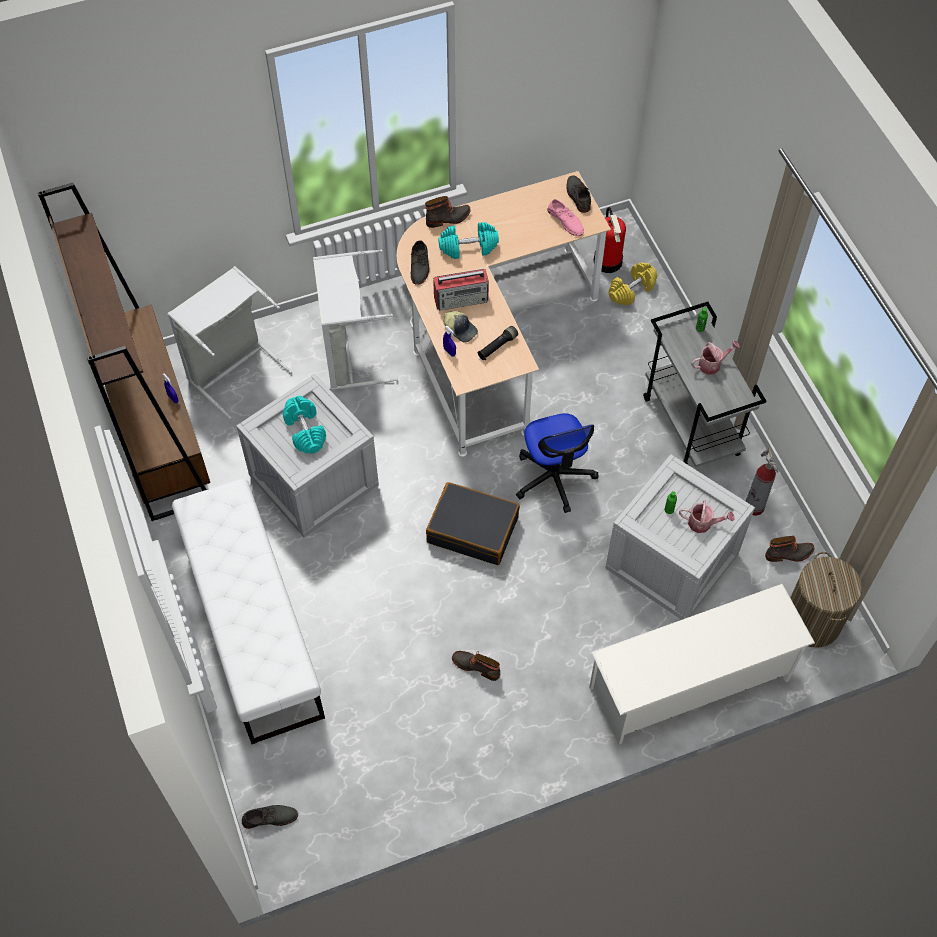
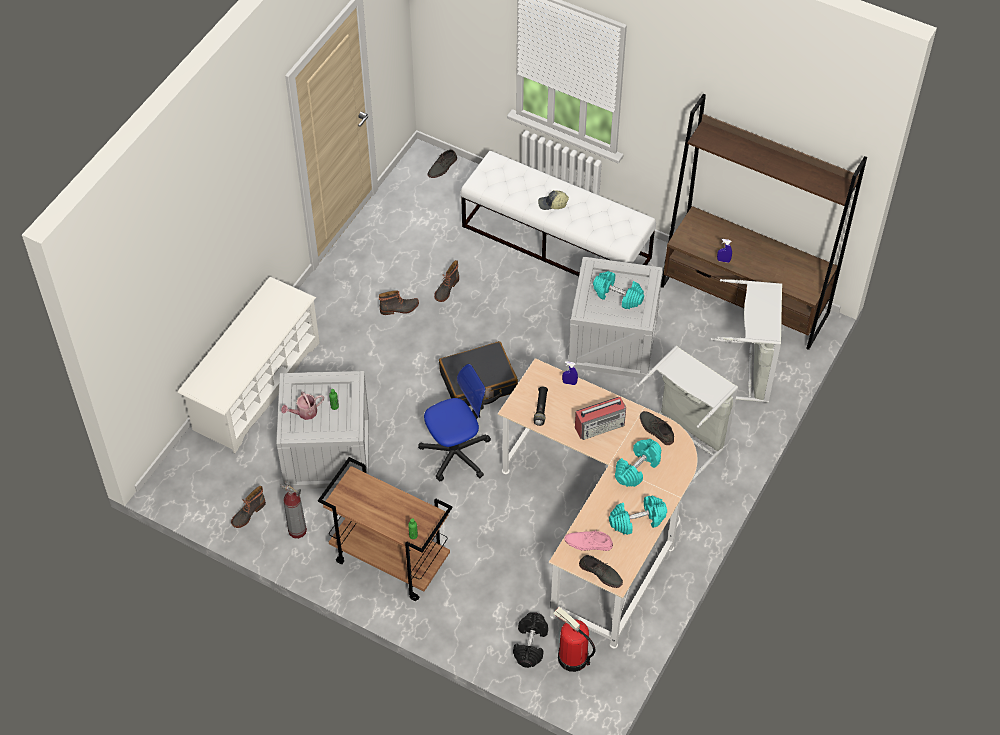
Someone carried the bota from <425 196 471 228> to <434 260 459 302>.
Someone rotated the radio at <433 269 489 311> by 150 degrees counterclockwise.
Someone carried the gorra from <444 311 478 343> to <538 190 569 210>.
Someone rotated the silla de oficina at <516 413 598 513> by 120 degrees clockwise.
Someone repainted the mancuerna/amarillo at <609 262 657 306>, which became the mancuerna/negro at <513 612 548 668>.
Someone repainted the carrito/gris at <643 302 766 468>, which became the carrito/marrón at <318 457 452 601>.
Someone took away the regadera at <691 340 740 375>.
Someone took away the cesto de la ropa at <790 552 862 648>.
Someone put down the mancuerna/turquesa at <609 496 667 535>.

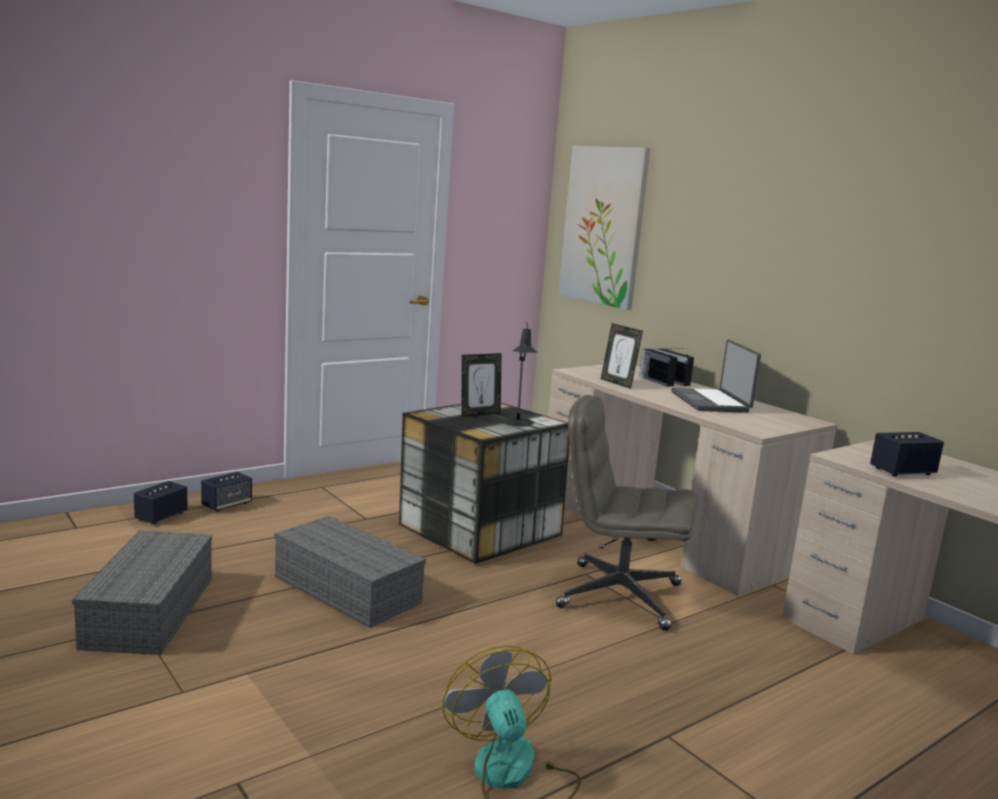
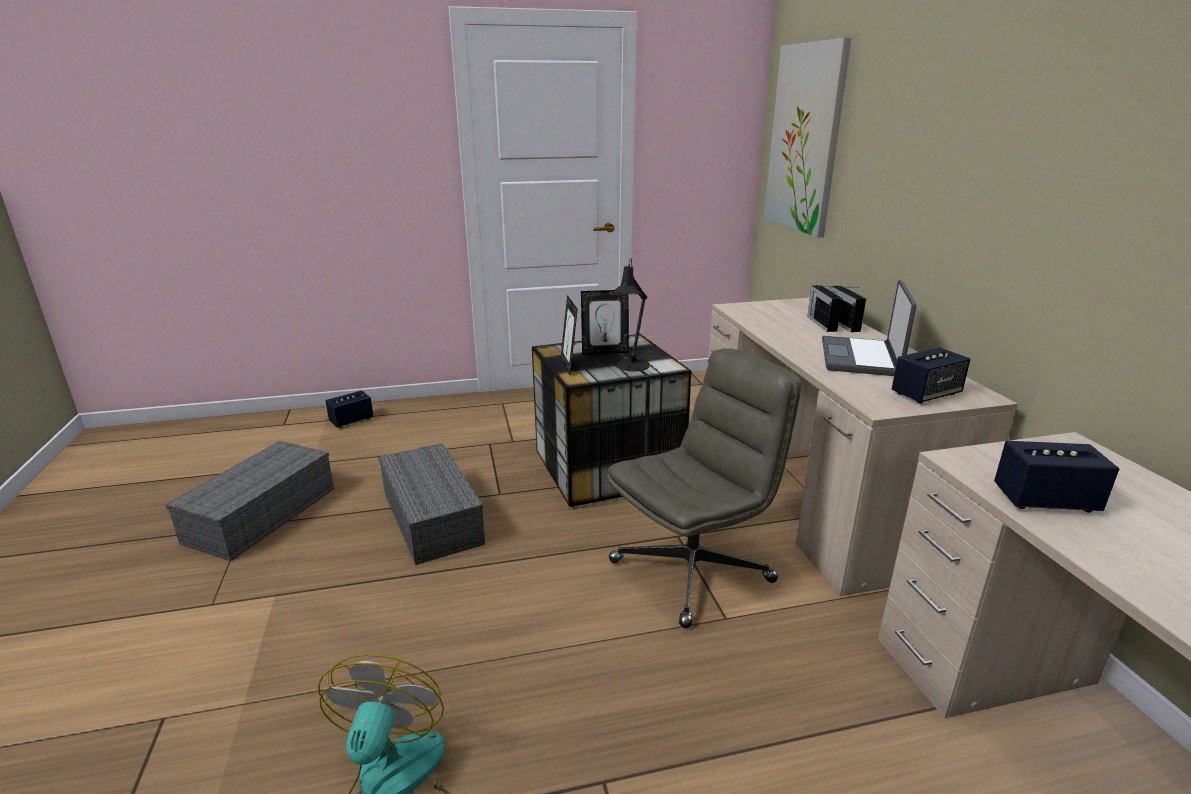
Someone carried the altavoz from <201 472 252 512> to <892 347 970 404>.
Someone rotated the silla de oficina/gris at <556 395 698 631> by 105 degrees clockwise.
Someone carried the portarretratos from <601 323 643 389> to <561 295 578 375>.

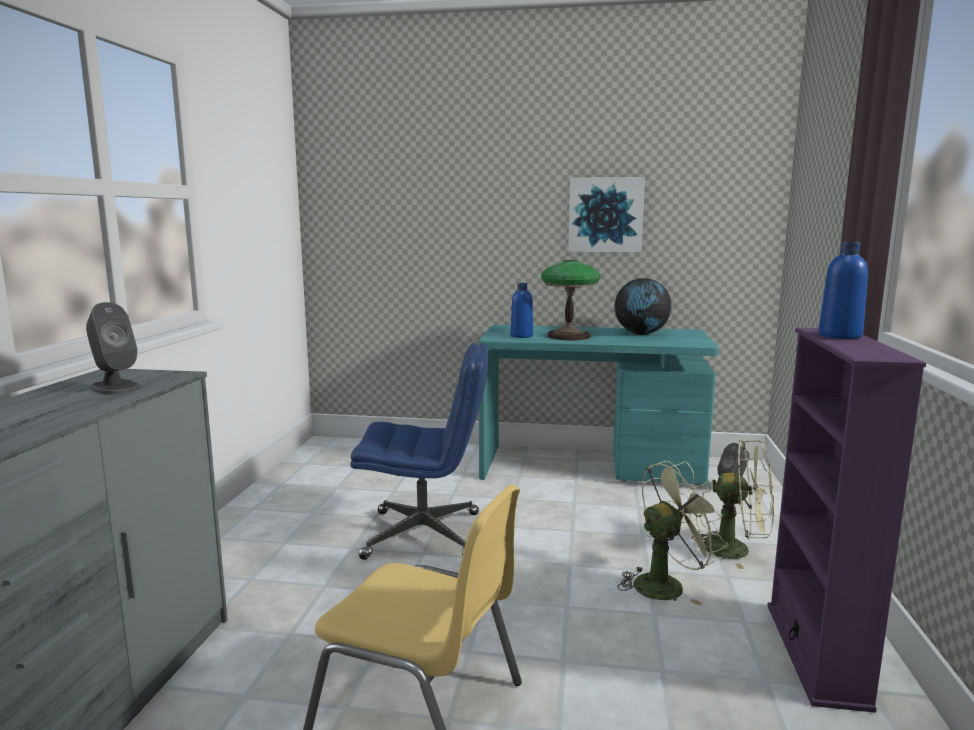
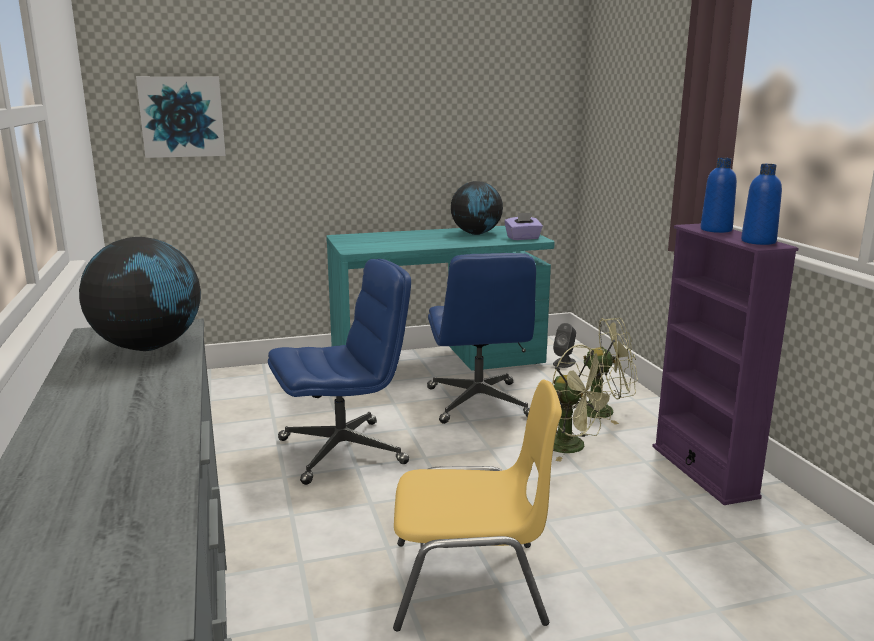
Someone swapped the altavoz/gris at <86 302 141 395> for the globo terráqueo at <79 237 201 351>.
Someone carried the botella/azul from <510 283 533 338> to <741 164 782 245>.
Someone took away the lámpara de mesa at <541 260 600 341>.
Someone carried the cuadro from <568 177 645 252> to <136 76 226 158>.
Someone rotated the ventilador/verde at <617 461 727 606> by 90 degrees clockwise.
Someone put down the silla de oficina/azul at <427 253 536 424>.
Someone put down the caja de pañuelos/morado at <505 213 543 240>.

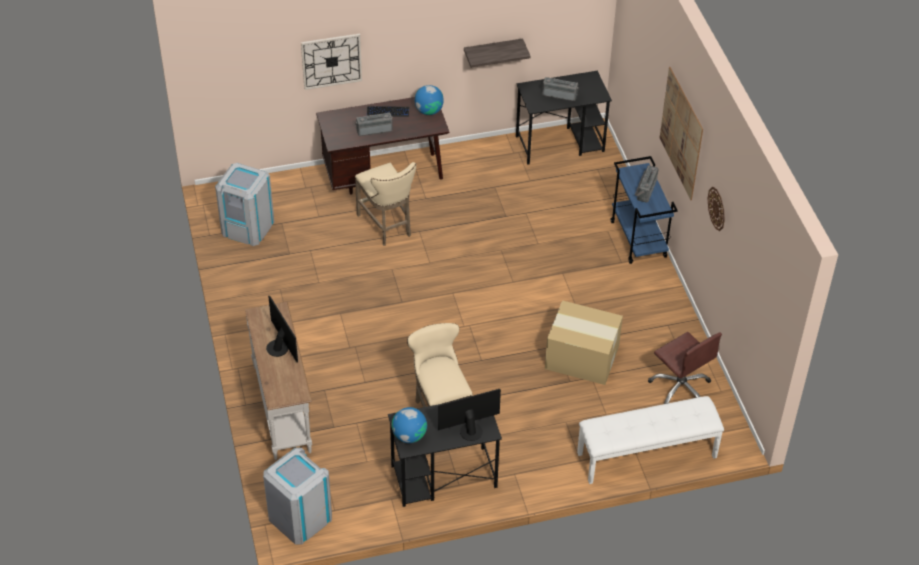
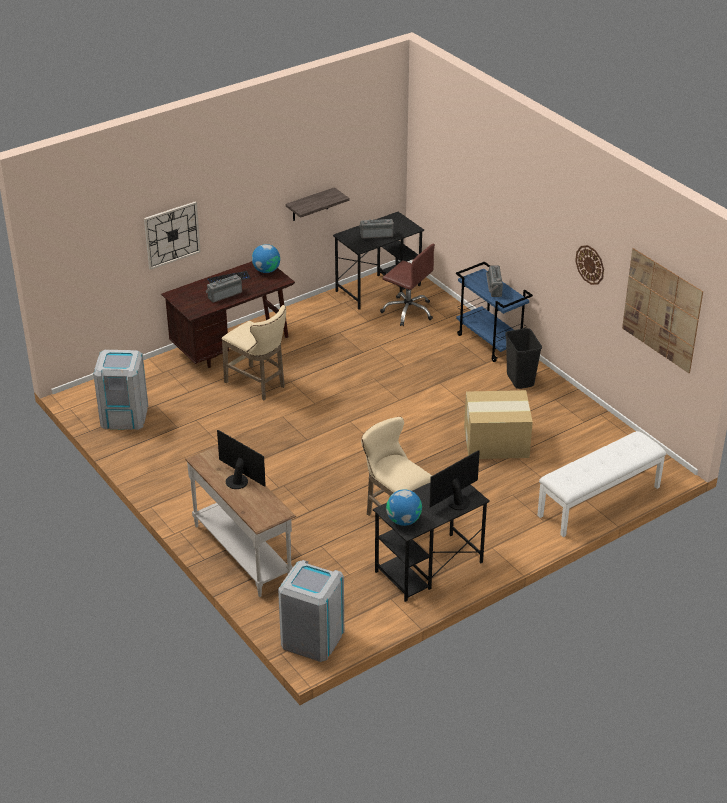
Someone carried the silla de oficina/marrón from <648 332 722 404> to <380 244 435 326>.
Someone carried the cuadro from <660 67 703 200> to <622 248 703 373>.
Someone put down the papelera/negro at <505 328 542 389>.

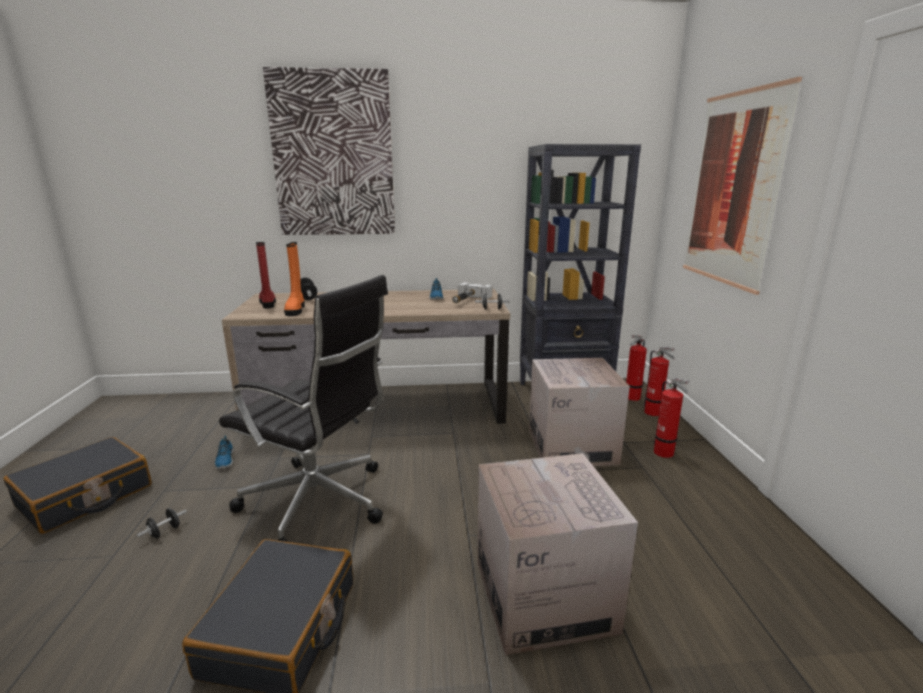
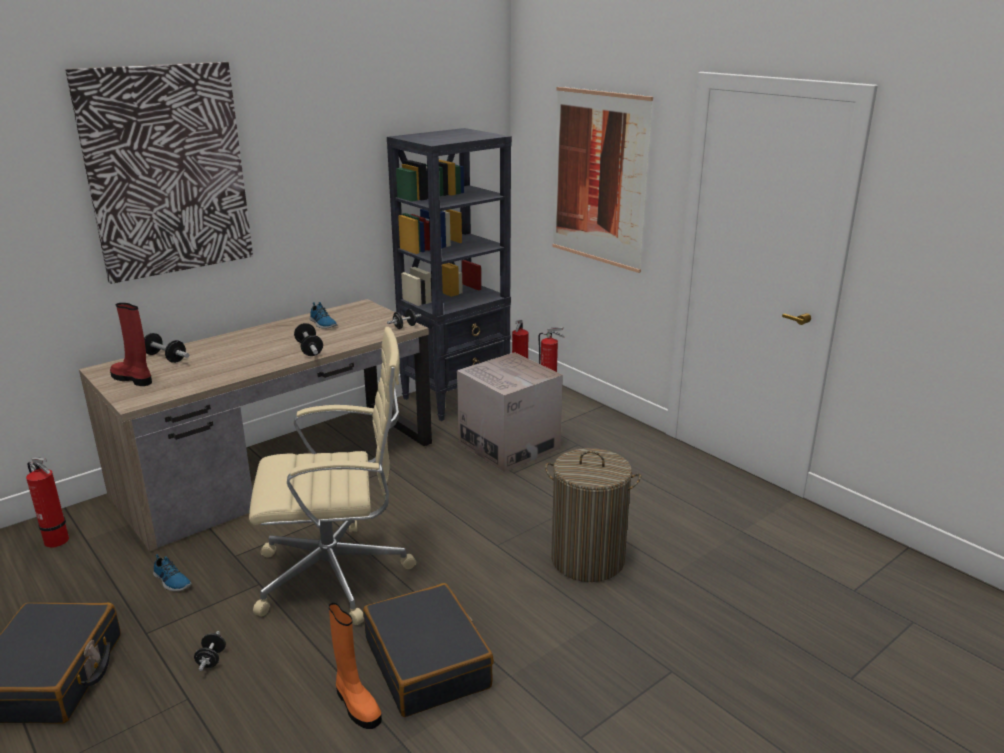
Someone repainted the silla de oficina/negro at <219 275 388 542>, which became the silla de oficina/beis at <249 327 416 625>.
Someone carried the bota/naranja from <284 242 305 316> to <329 603 382 729>.
Someone took away the martillo at <452 282 492 303>.
Someone swapped the caja de cartón at <477 453 638 655> for the cesto de la ropa at <545 448 641 582>.
Someone carried the extintor from <654 378 689 458> to <26 457 69 548>.
Someone put down the mancuerna at <294 323 323 356>.

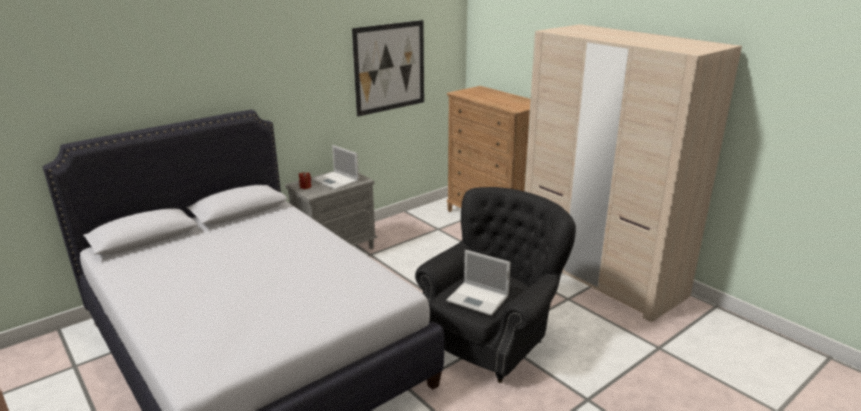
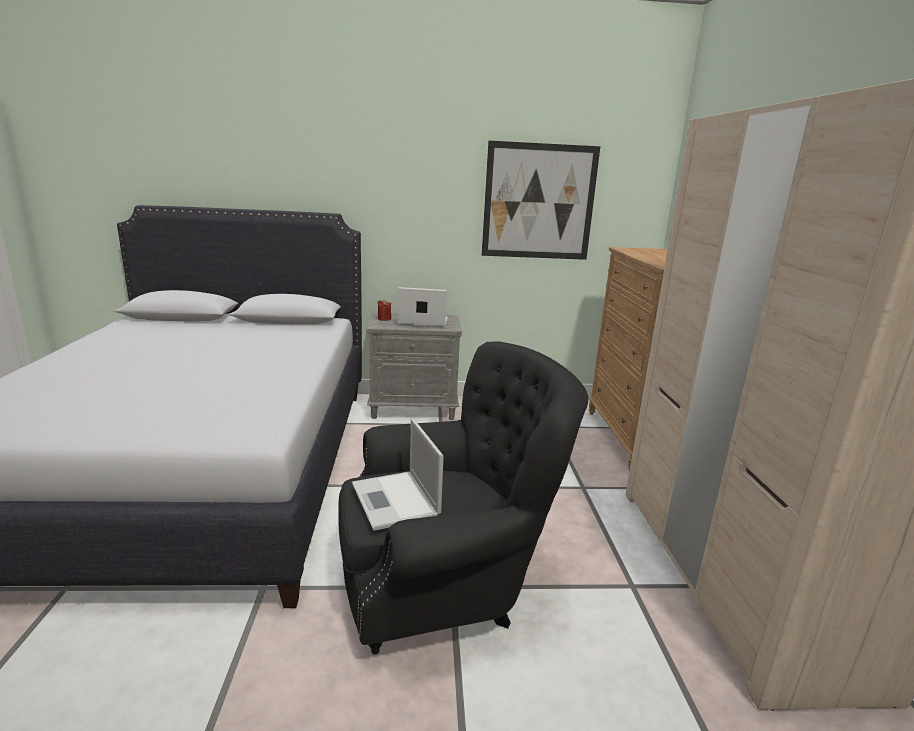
Someone rotated the portátil at <312 145 359 190> by 105 degrees clockwise.

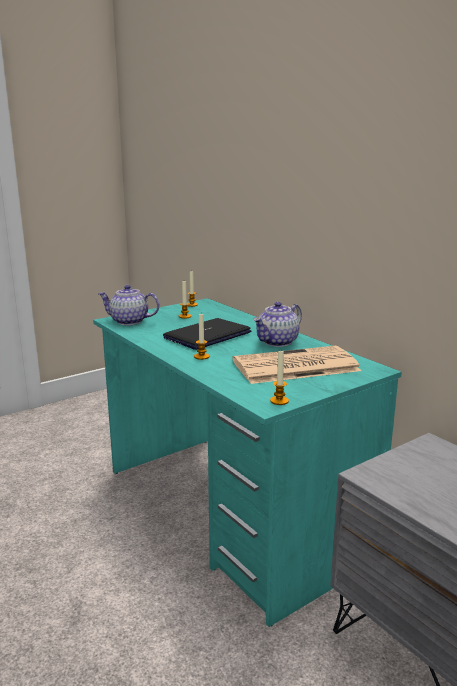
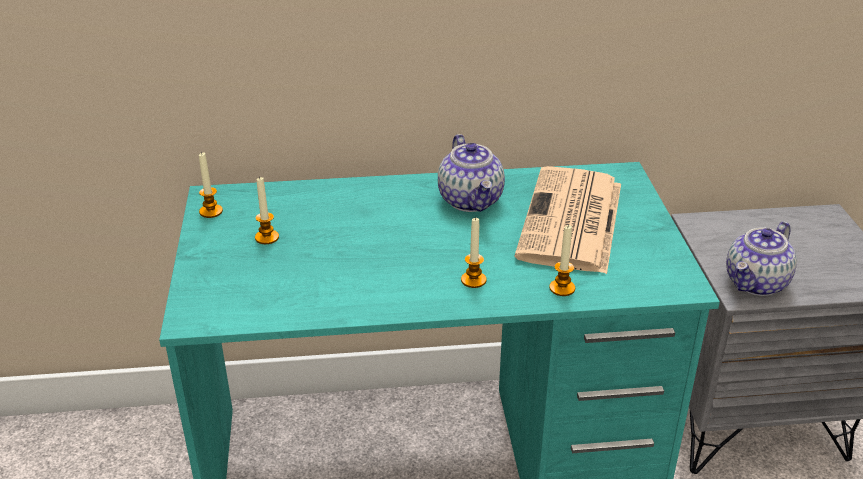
Someone carried the tetera from <98 285 160 325> to <726 221 797 296>.
Someone took away the portátil at <163 318 252 350>.
Someone carried the vela from <270 351 289 405> to <549 224 575 296>.

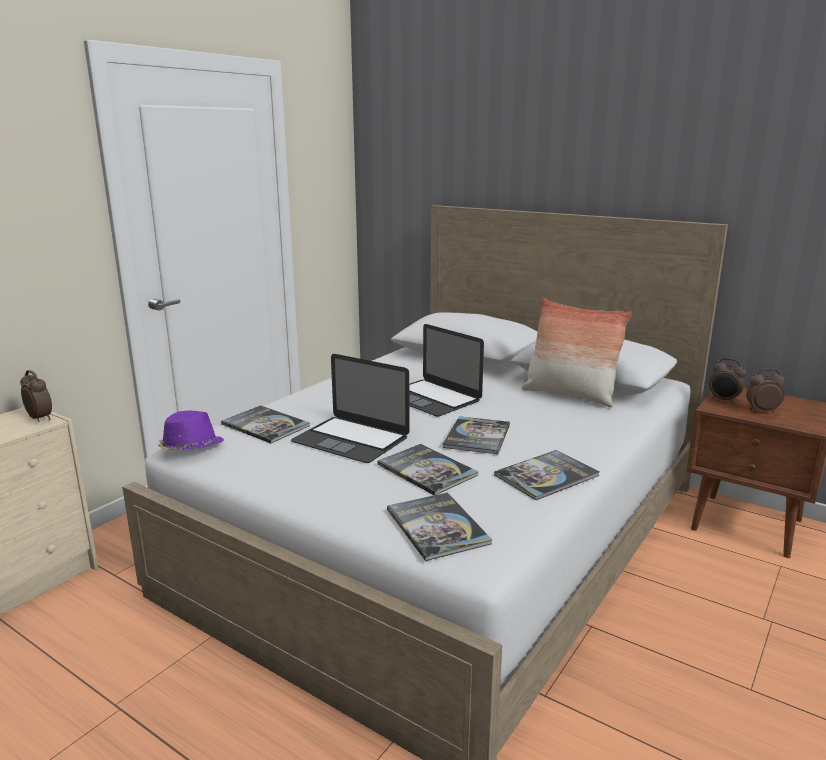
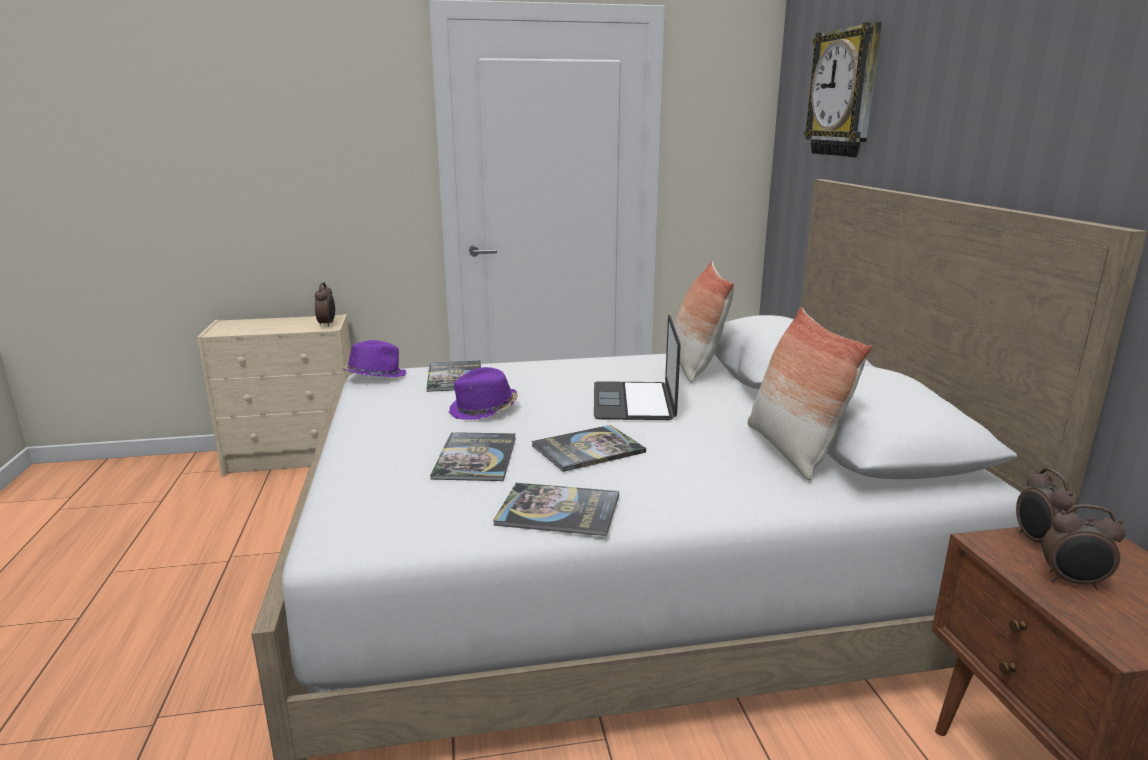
Someone swapped the portátil at <291 354 410 463> for the sombrero/morado at <449 367 518 420>.
Someone took away the libro at <387 493 492 561>.
Someone rotated the despertador at <746 368 784 413> by 150 degrees clockwise.
Someone put down the cojín at <674 261 734 383>.
Someone put up the reloj de pared at <804 22 882 157>.

